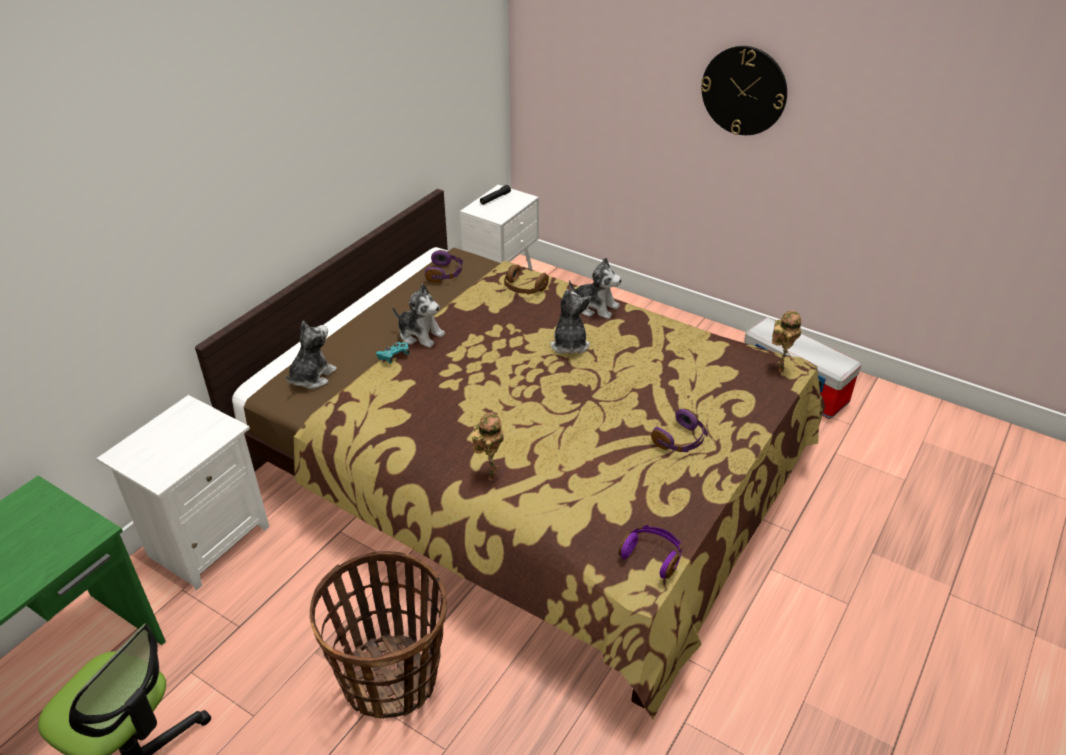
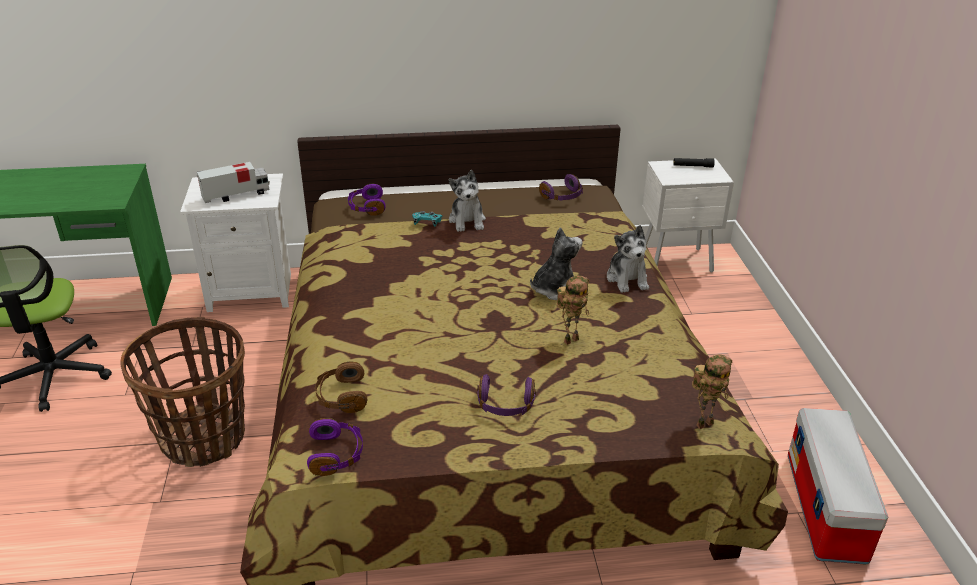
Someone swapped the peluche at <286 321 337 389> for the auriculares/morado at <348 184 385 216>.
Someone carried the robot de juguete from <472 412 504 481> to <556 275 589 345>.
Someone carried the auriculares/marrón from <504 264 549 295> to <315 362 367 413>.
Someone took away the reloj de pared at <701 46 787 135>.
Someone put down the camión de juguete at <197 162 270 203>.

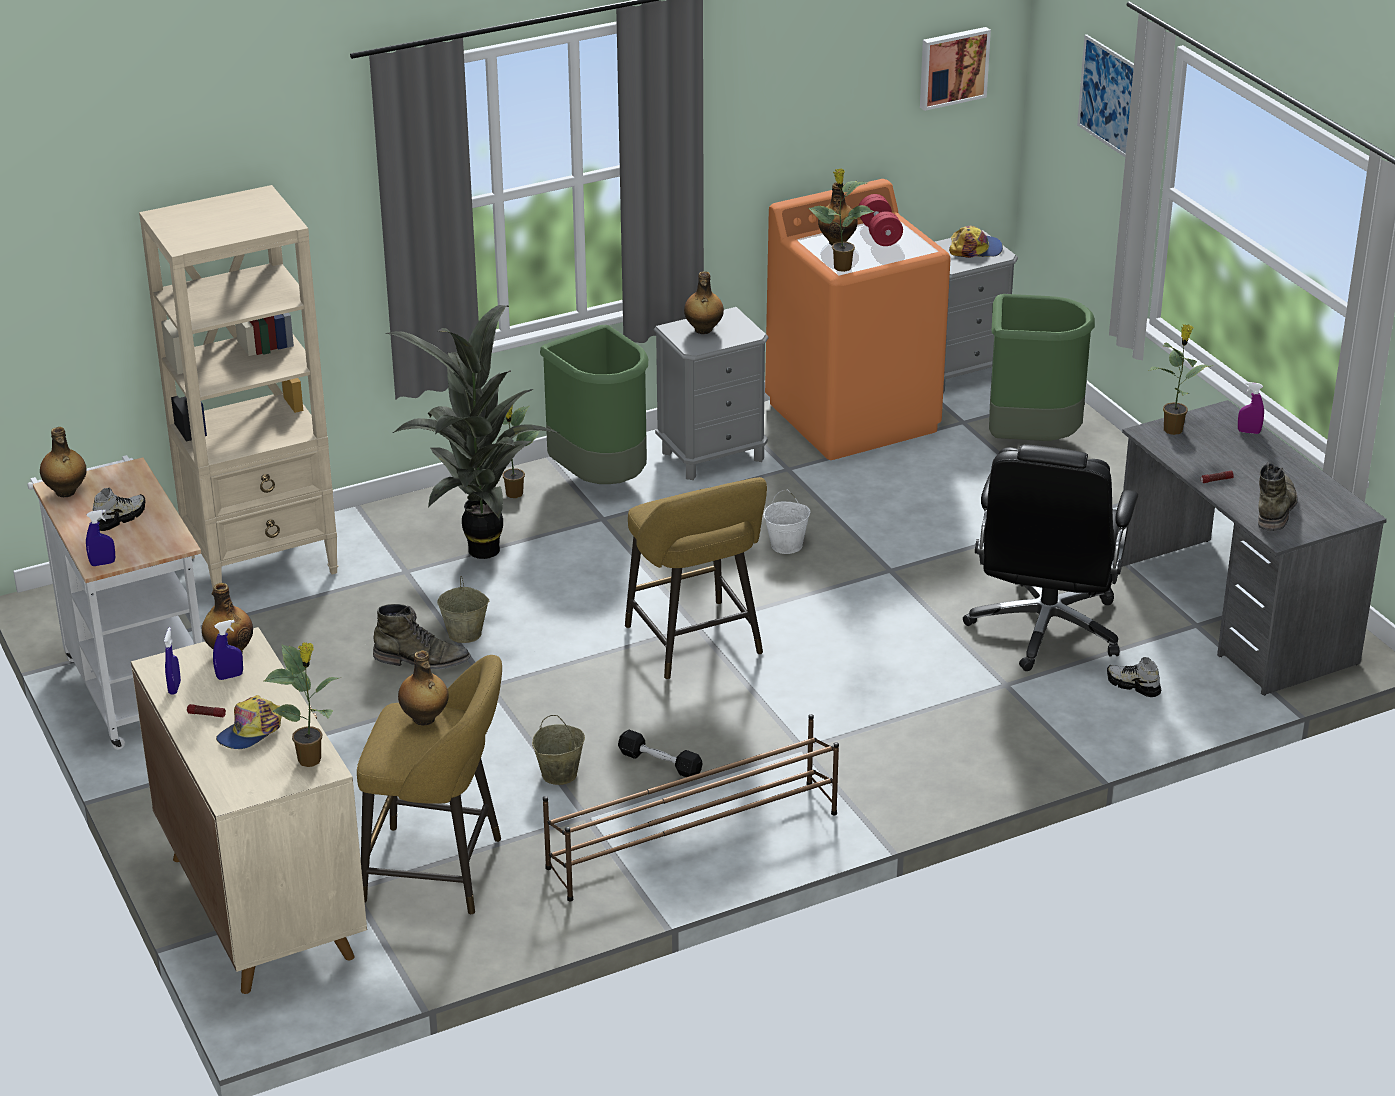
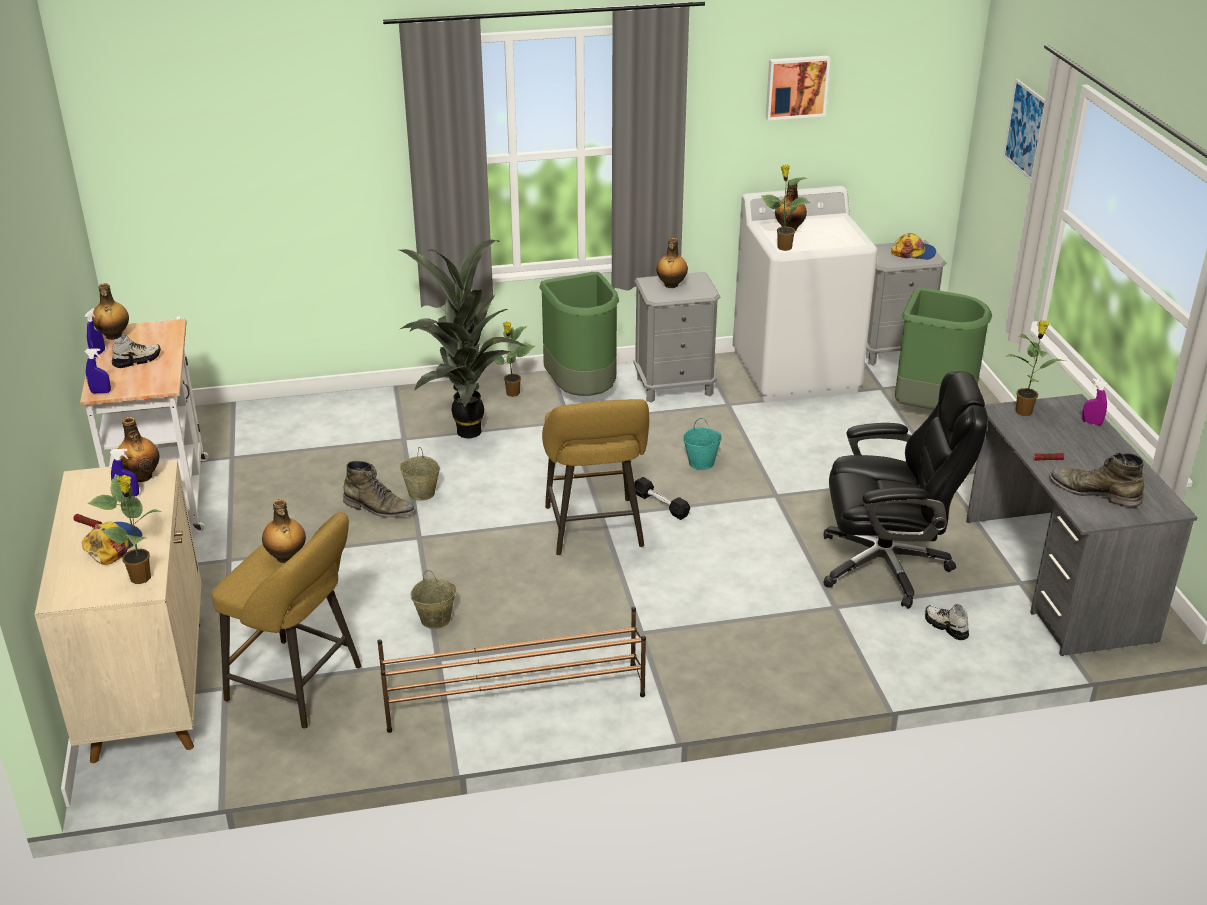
Someone took away the estantería/beis at <139 185 338 589>.
Someone carried the pulverizador/azul from <164 627 181 695> to <85 308 105 357>.
Someone rotated the gorra at <216 695 282 749> by 150 degrees clockwise.
Someone carried the mancuerna/negro from <618 730 703 777> to <634 477 691 520>.
Someone repainted the cubo/blanco at <764 490 811 554>, which became the cubo/turquesa at <683 418 722 470>.
Someone repainted the lavadora/naranja at <765 179 951 460>, which became the lavadora/blanco at <733 186 878 403>.
Someone took away the mancuerna/rojo at <859 194 903 246>.
Someone carried the cuadro from <920 27 991 111> to <766 56 830 120>.
Someone rotated the silla de oficina/negro at <963 444 1138 671> by 120 degrees counterclockwise.
Someone rotated the bota/verde at <1258 462 1298 531> by 90 degrees counterclockwise.

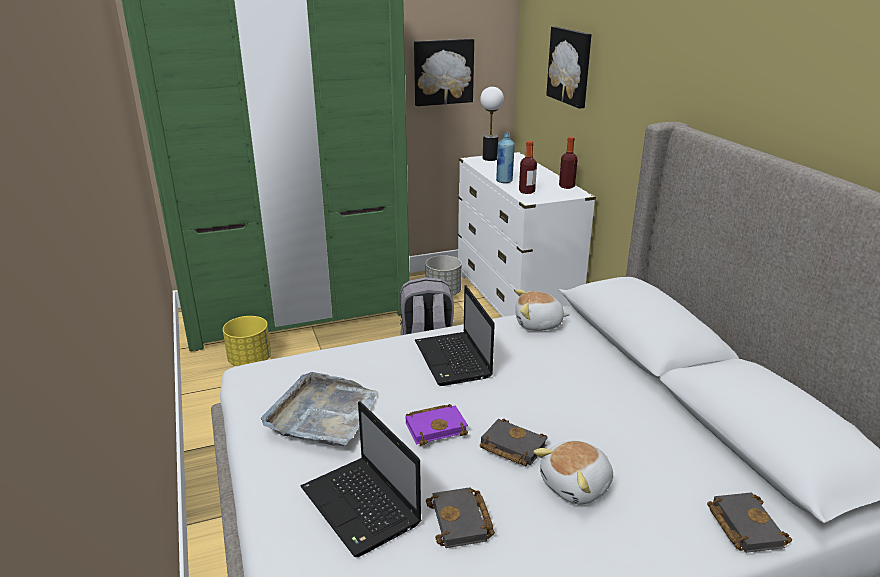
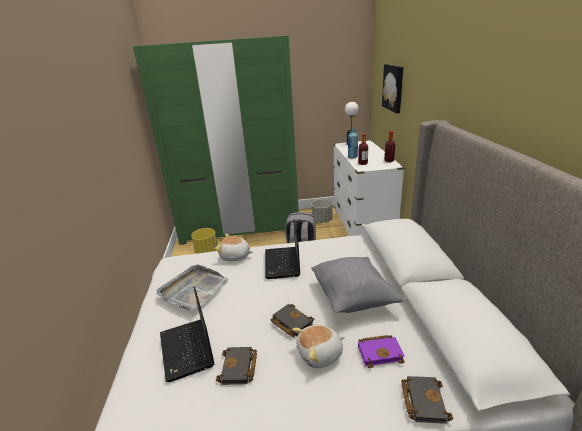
Someone carried the libro/morado from <406 404 468 446> to <358 335 405 368>.
Someone took away the cuadro at <414 39 474 106>.
Someone carried the peluche from <515 289 570 331> to <215 234 253 261>.
Someone put down the cojín/gris at <311 257 404 313>.

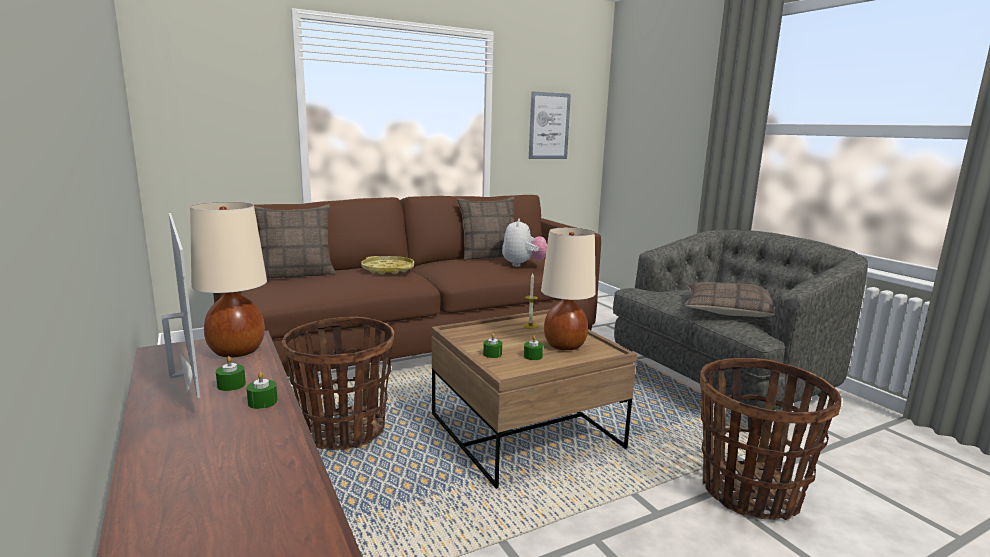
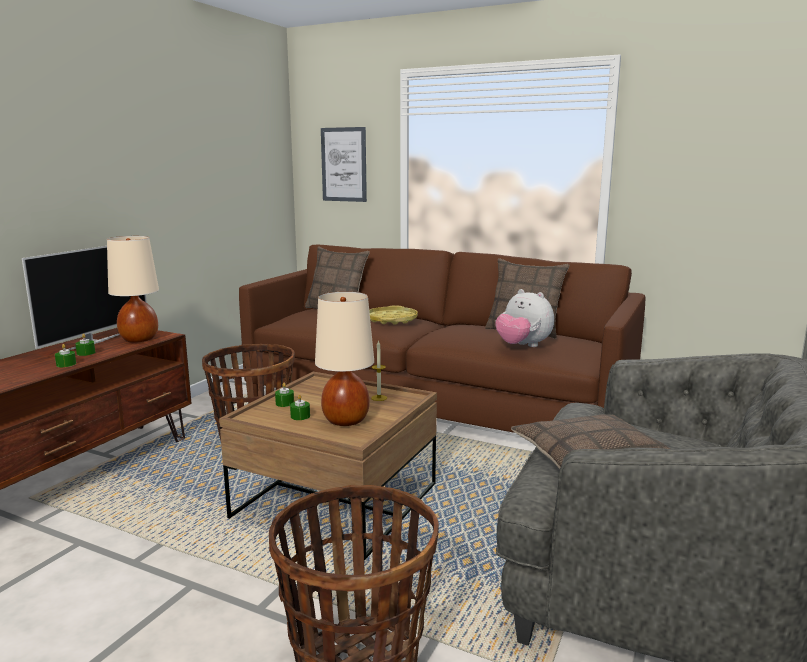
Someone rotated the peluche at <502 218 547 267> by 75 degrees clockwise.
Someone carried the cuadro from <529 91 571 159> to <321 127 367 202>.

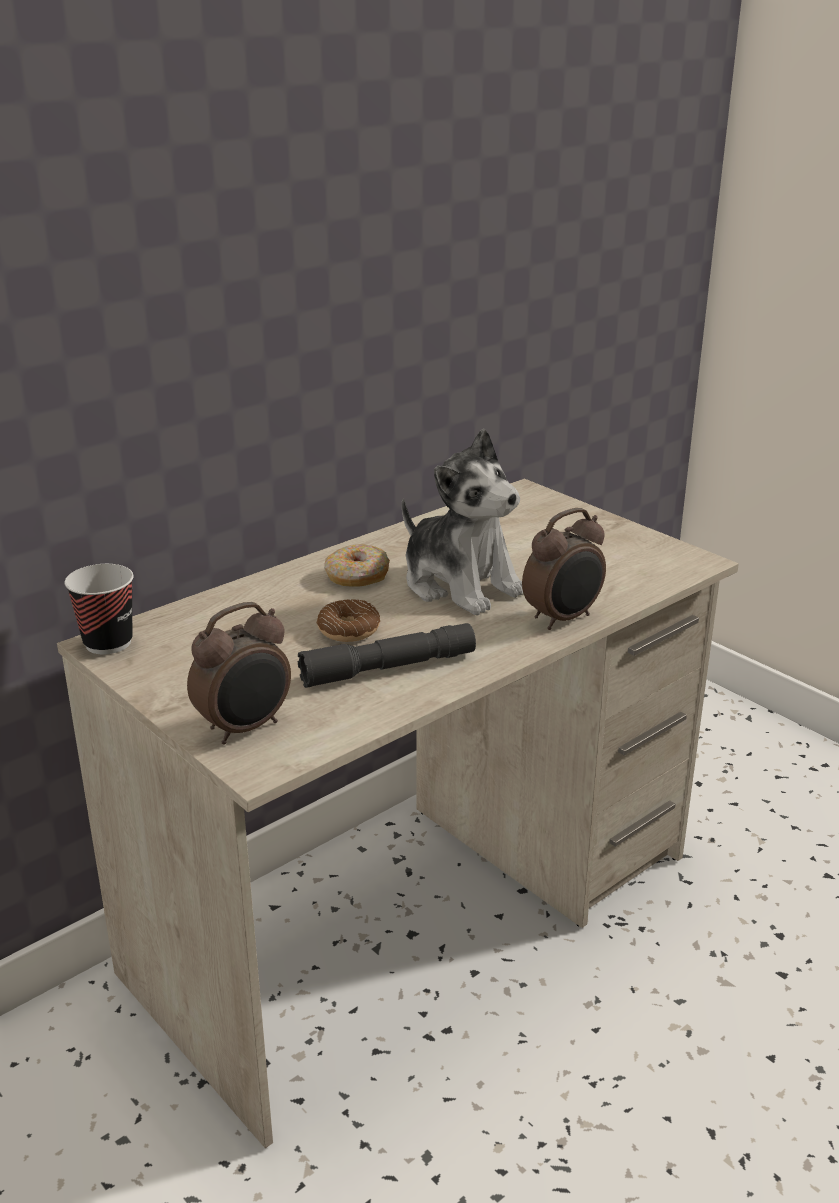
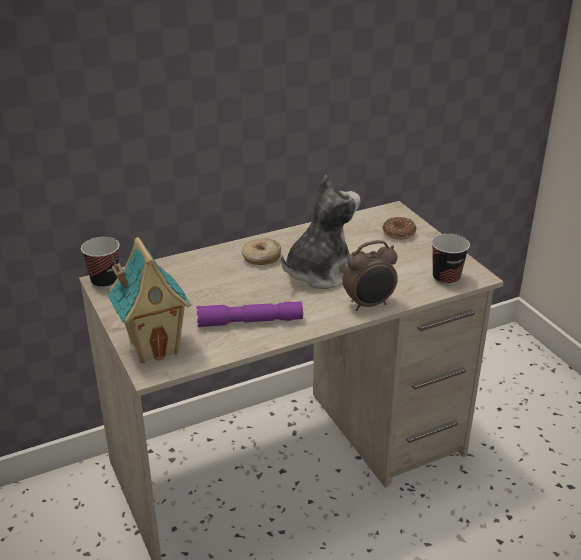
Someone swapped the despertador at <187 602 291 744> for the casita at <108 237 191 364>.
Someone repainted the linterna/gris at <298 623 476 688>, which became the linterna/morado at <197 302 303 327>.
Someone carried the rosquilla from <317 599 380 642> to <382 217 416 240>.
Someone rotated the peluche at <402 428 523 616> by 105 degrees counterclockwise.
Someone put down the taza at <431 234 470 285>.

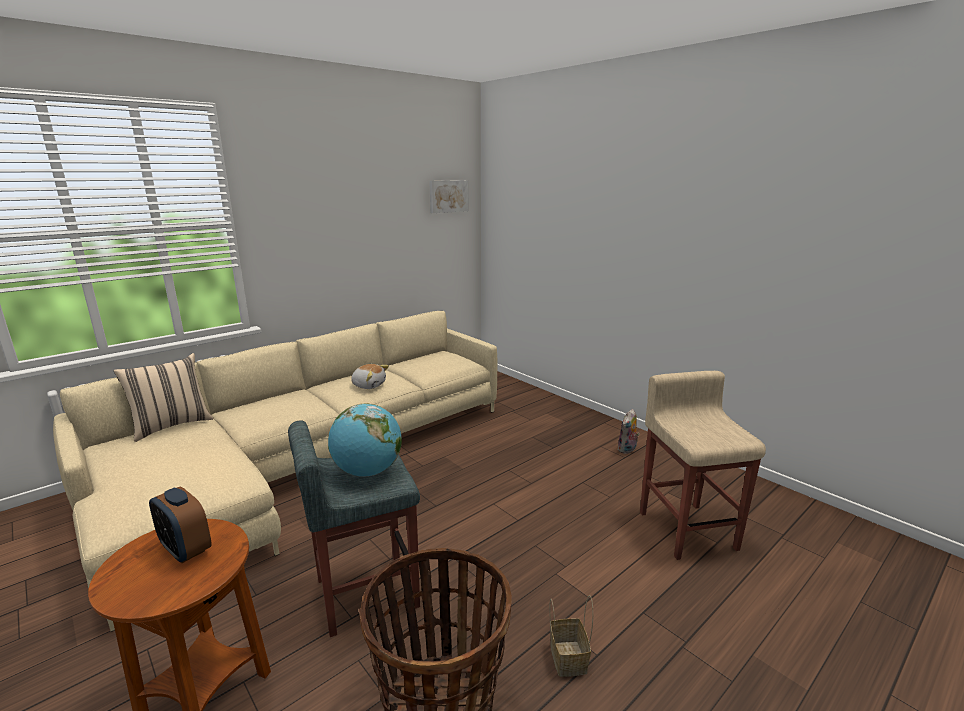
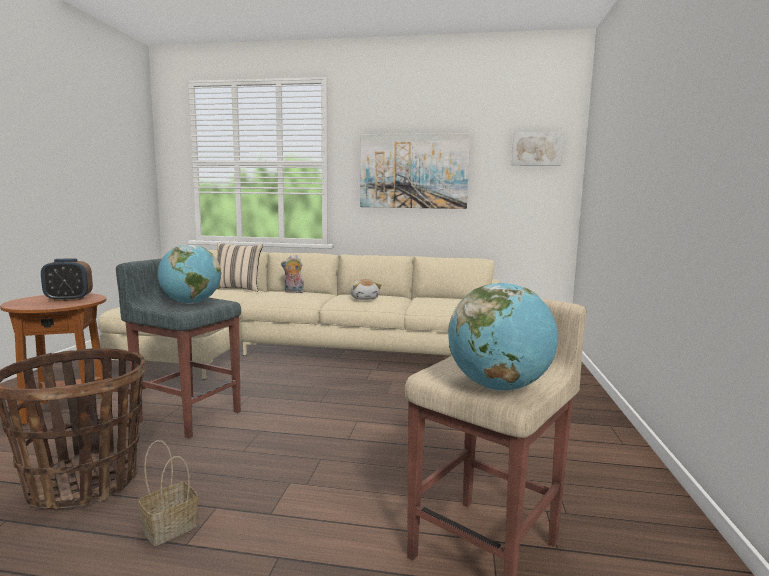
Someone rotated the despertador at <149 486 212 563> by 105 degrees counterclockwise.
Someone carried the peluche from <617 409 640 454> to <281 255 304 293>.
Someone put up the cuadro at <360 133 470 209>.
Someone put down the globo terráqueo at <448 282 558 391>.

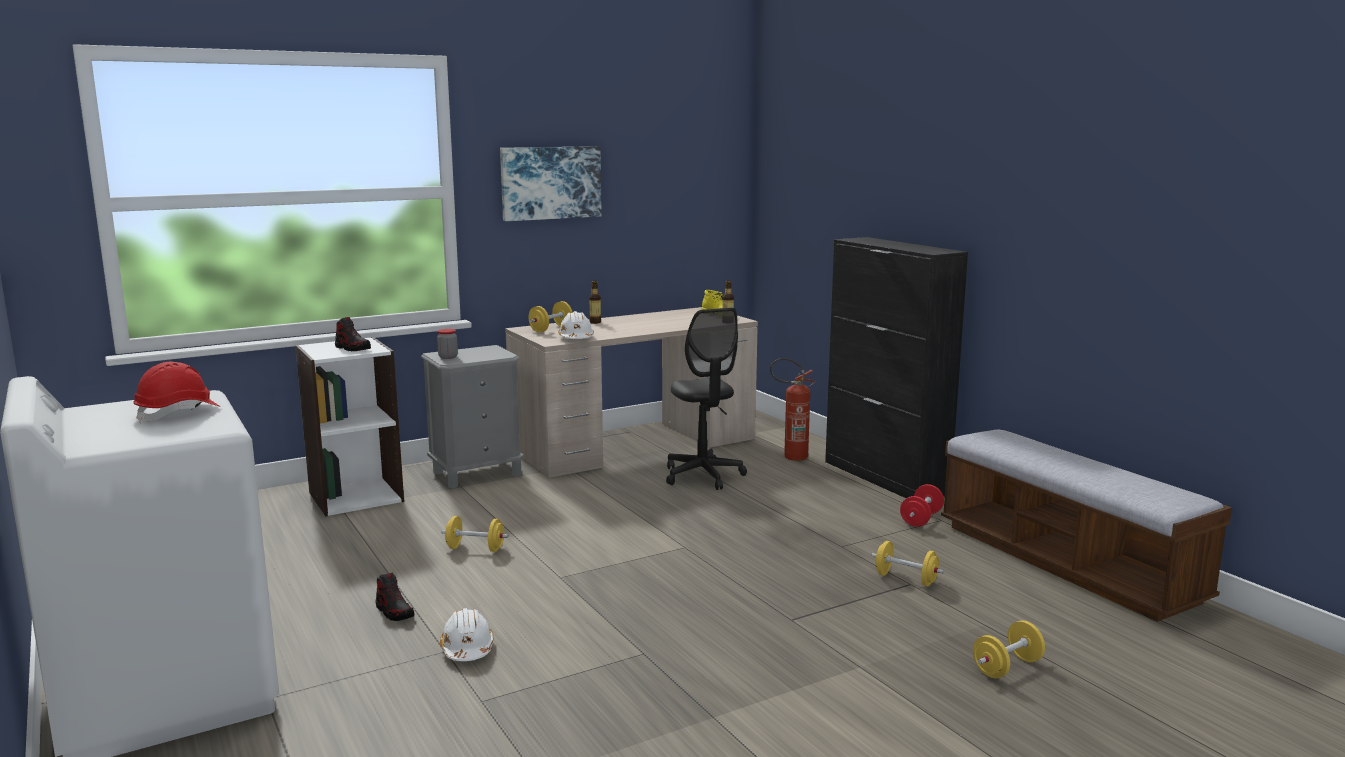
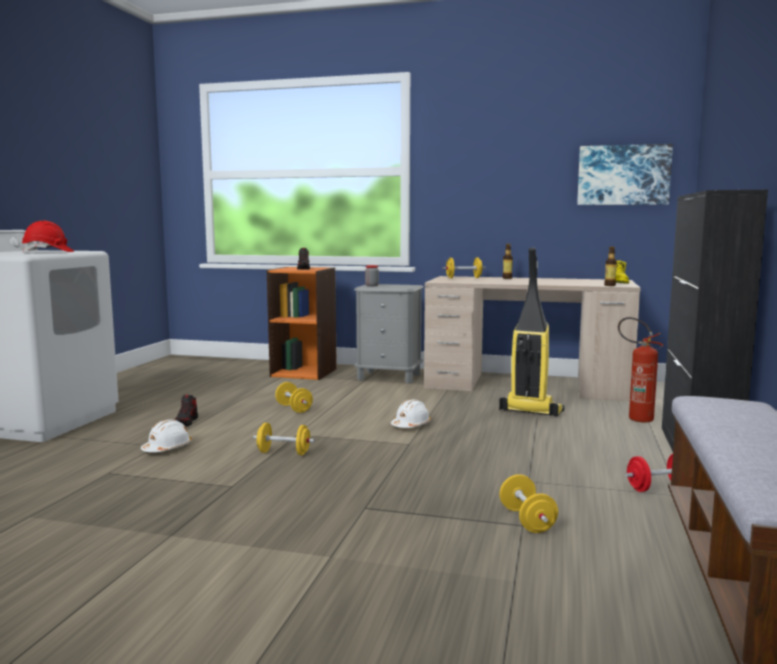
Someone repainted the estantería/blanco at <295 337 404 517>, which became the estantería/naranja at <267 267 337 380>.
Someone carried the cuadro from <500 146 602 221> to <577 144 673 205>.
Someone carried the casco/blanco from <558 311 594 339> to <391 399 431 428>.
Someone swapped the silla de oficina/negro at <666 308 747 490> for the aspiradora at <499 248 565 417>.
Someone carried the mancuerna/amarillo from <973 620 1045 679> to <253 423 314 455>.

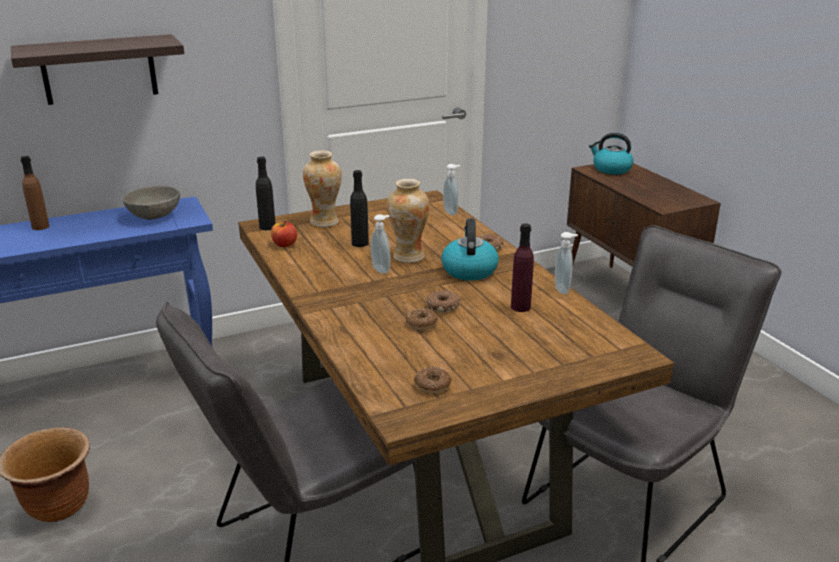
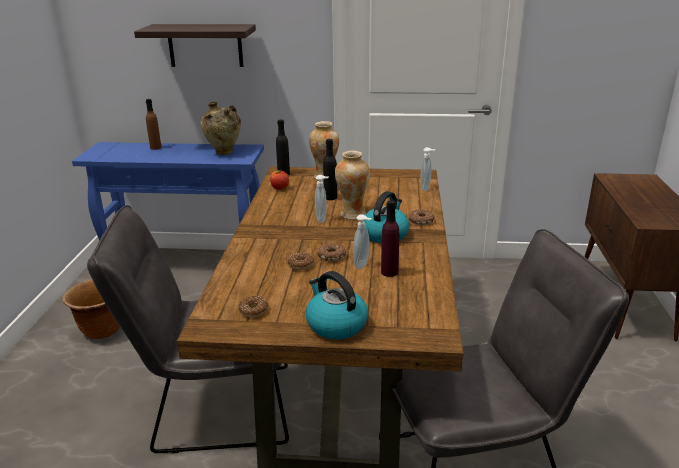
Someone swapped the cuenco/gris at <123 186 180 220> for the florero/beis at <200 102 241 155>.
Someone carried the dispensador de jabón from <555 232 578 294> to <353 214 371 269>.
Someone carried the hervidor from <589 133 634 174> to <306 271 368 340>.

